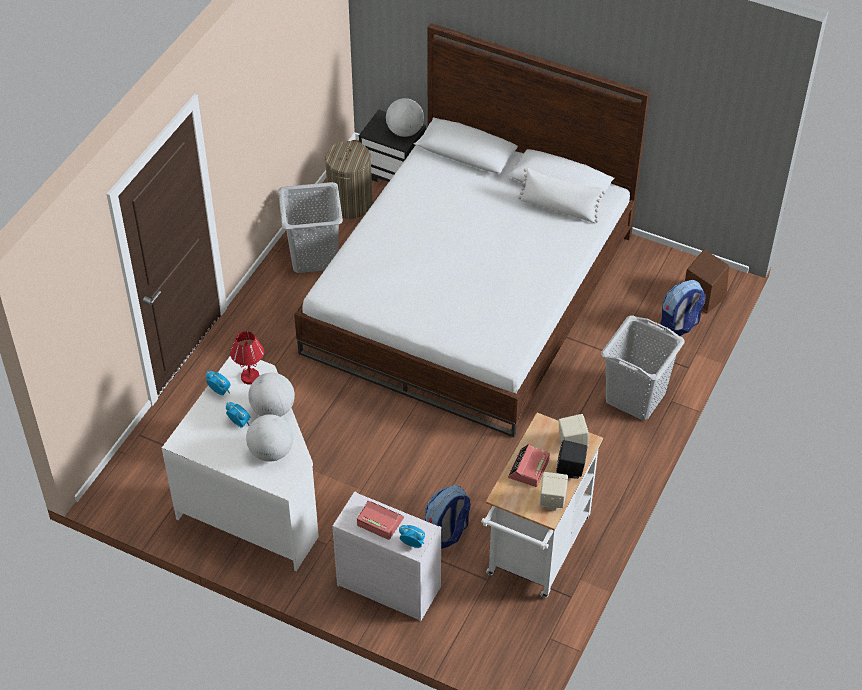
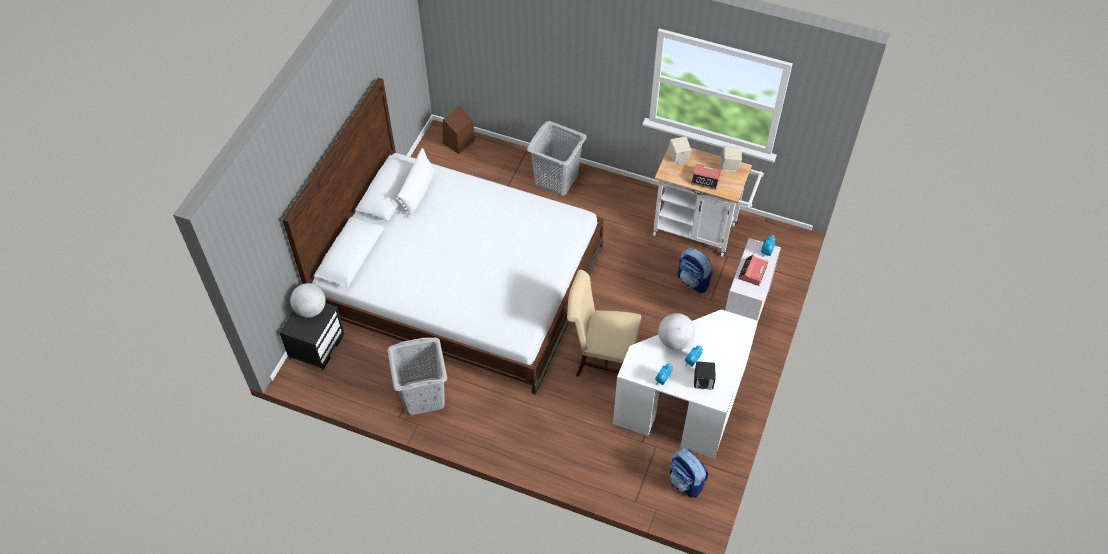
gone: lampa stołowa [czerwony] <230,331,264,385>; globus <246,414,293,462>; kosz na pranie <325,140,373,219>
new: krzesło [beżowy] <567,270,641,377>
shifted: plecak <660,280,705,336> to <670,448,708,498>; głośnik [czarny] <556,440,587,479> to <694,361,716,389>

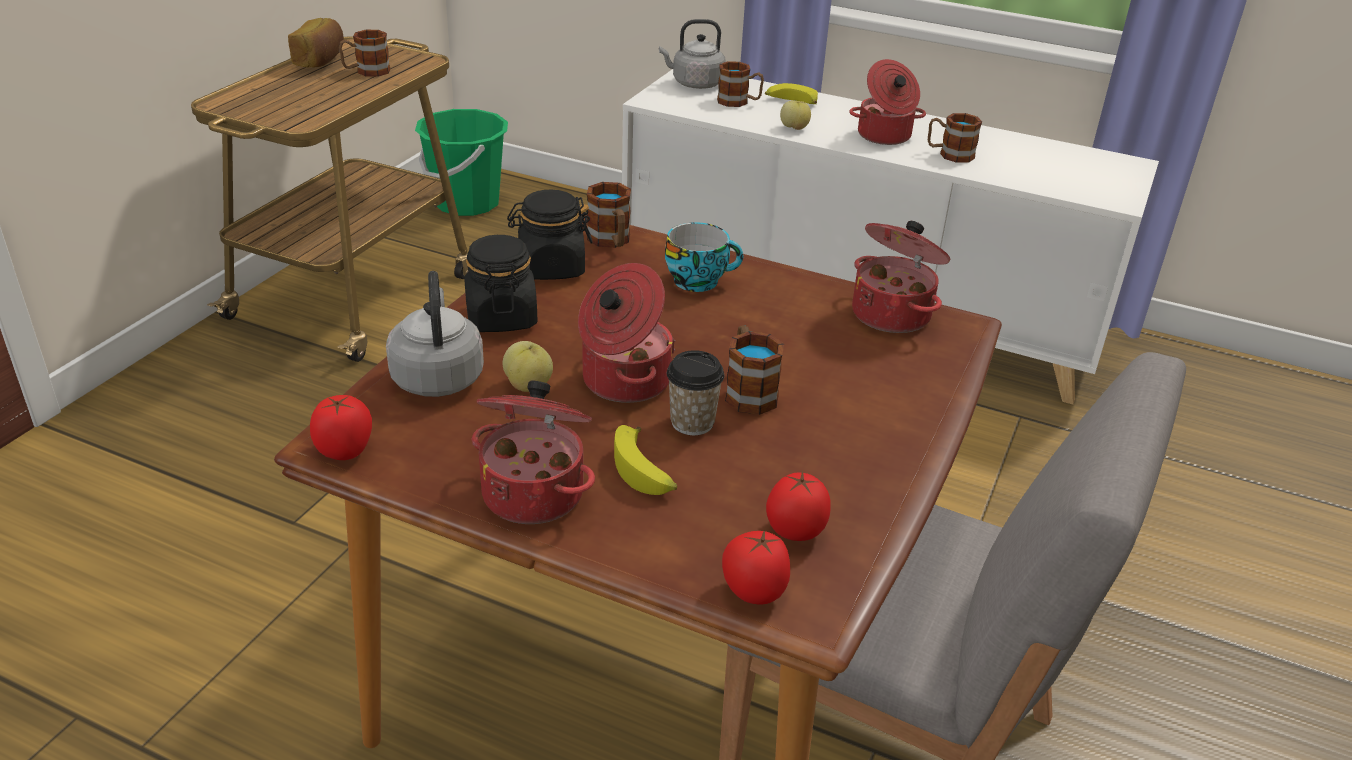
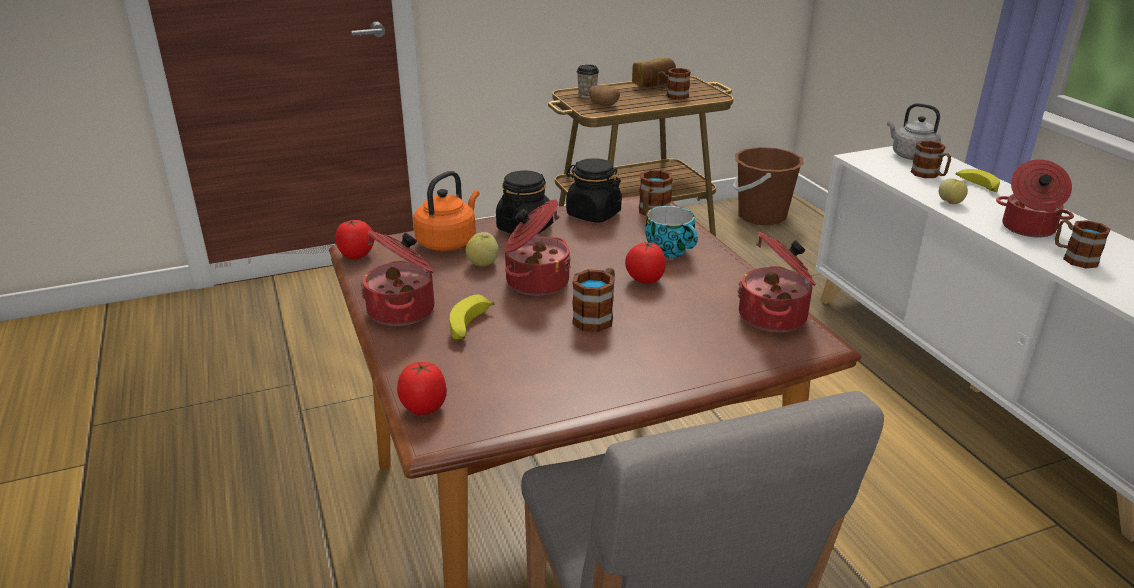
new: ziemniak <589,85,620,106>
shifted: filiżanka <667,350,724,435> to <577,64,599,98>; pomidor <766,470,831,541> to <625,242,666,284>
repainted: czajnik [szary] <386,271,484,397> to czajnik [pomarańczowy] <413,171,479,251>; wiadro [zielony] <415,109,508,216> to wiadro [brązowy] <733,147,804,225>

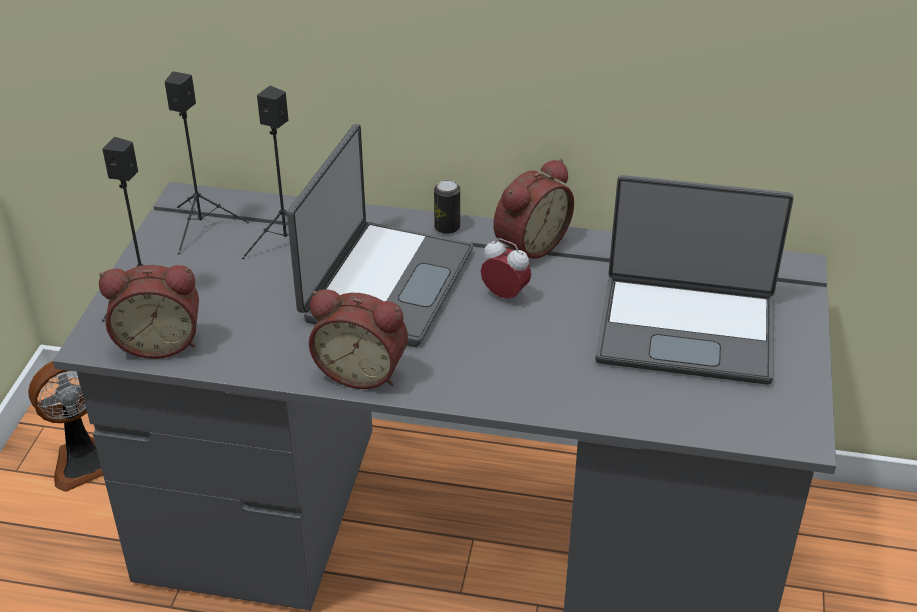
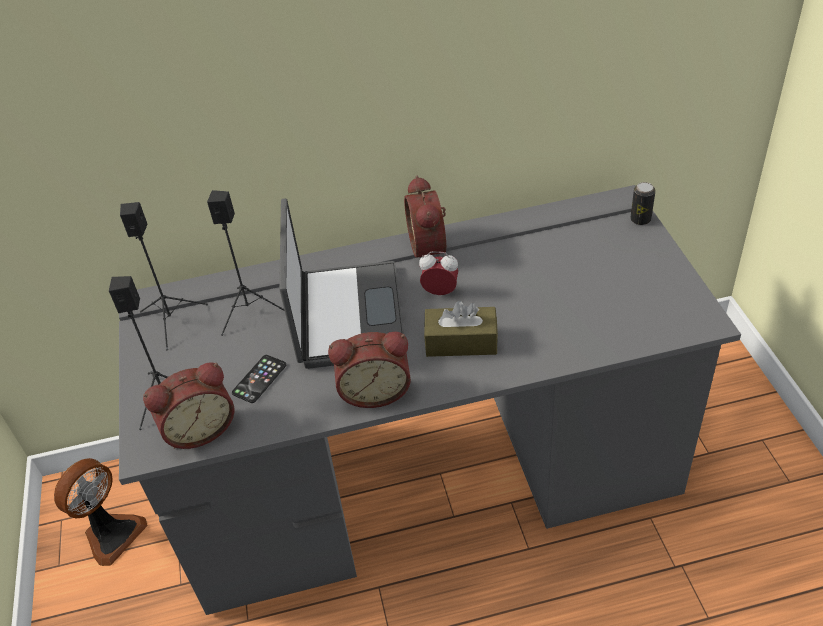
gone: laptop <595,175,793,385>
new: telefon <232,355,286,403>; pudełko chusteczek [brązowy] <424,301,498,357>
shifted: puszka <434,180,460,234> to <630,182,656,225>
rotated: budzik <493,159,574,259> = <404,176,446,258> 150 degrees clockwise

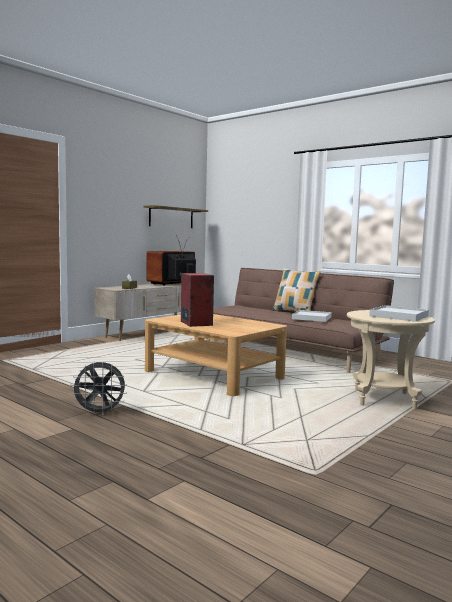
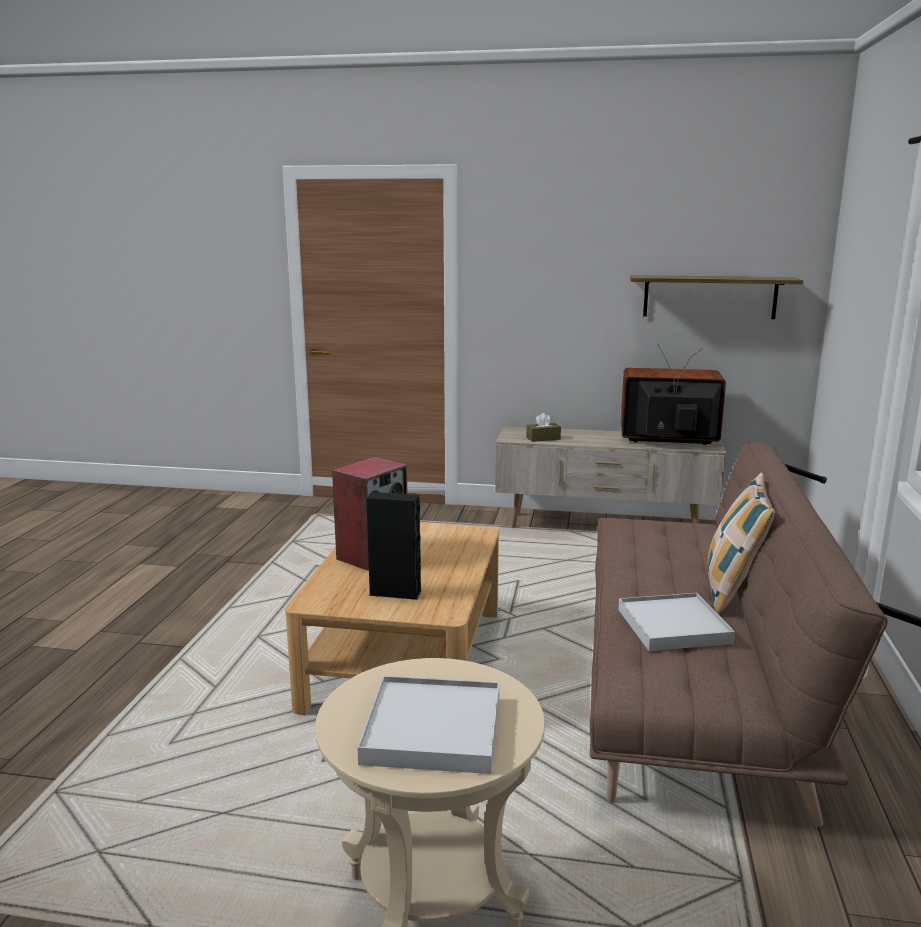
gone: wentylator [szary] <70,361,127,416>
new: głośnik [czarny] <366,492,422,600>

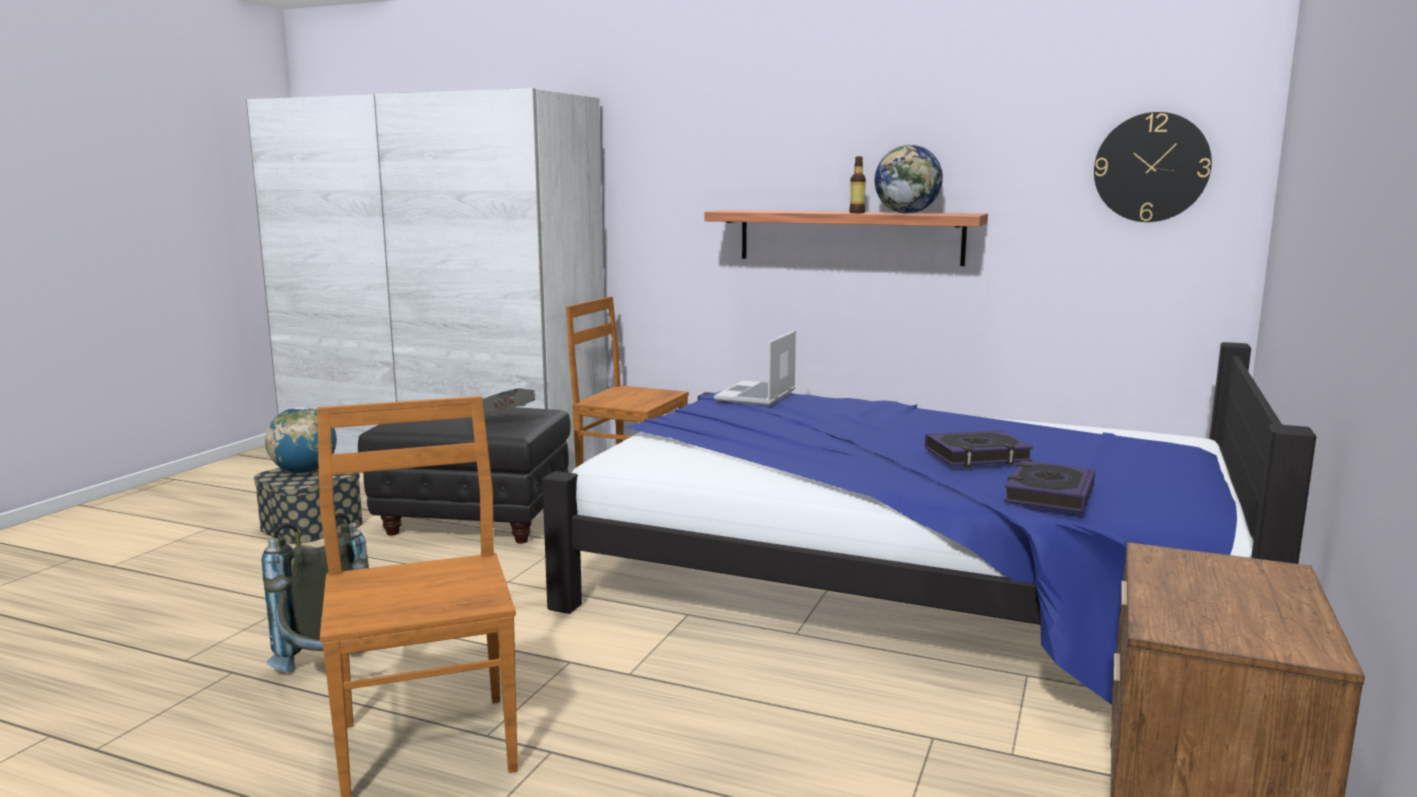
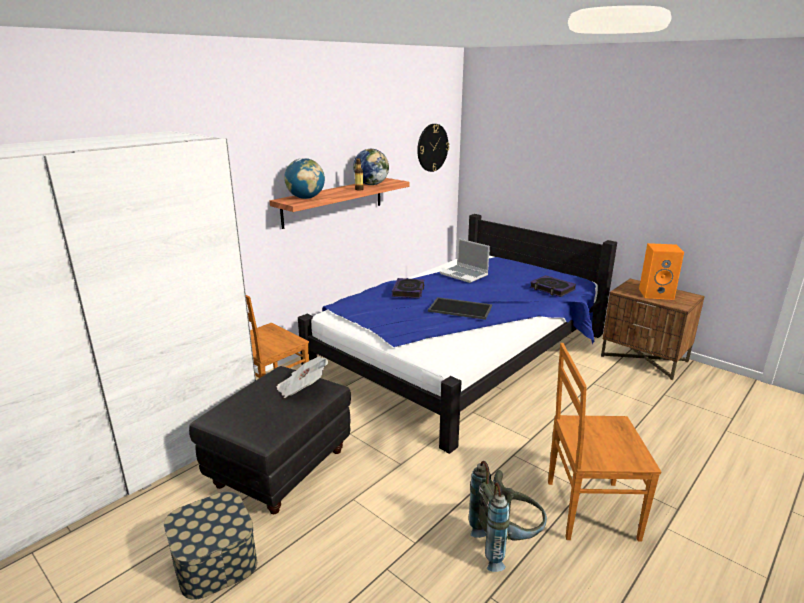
new: taca <428,297,492,320>; głośnik [pomarańczowy] <639,243,684,300>
shifted: globus <265,407,337,473> to <284,158,325,199>; książka <925,430,1033,467> to <392,278,424,298>; laptop <714,330,796,406> to <440,238,490,283>

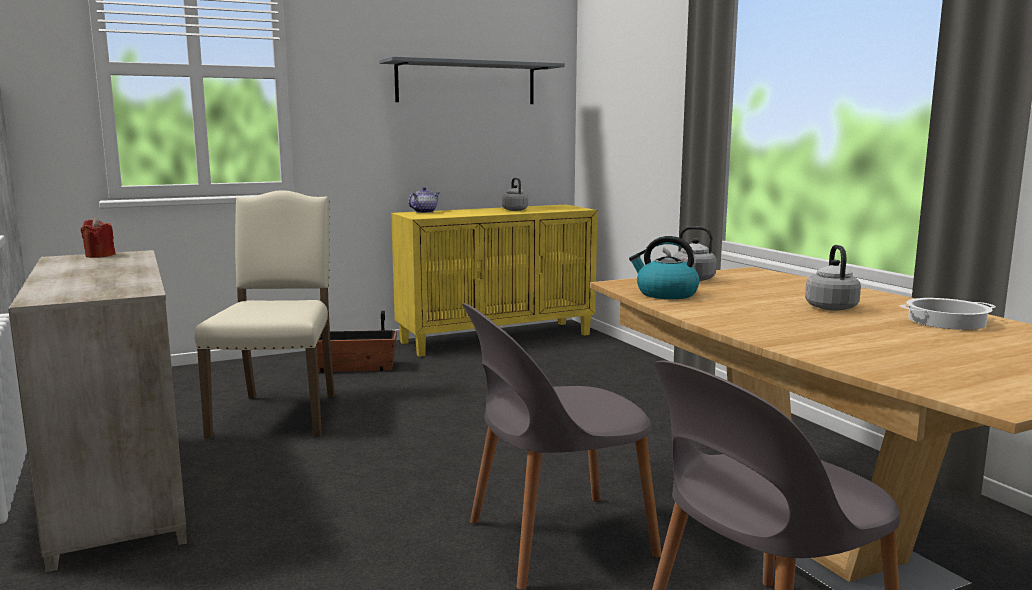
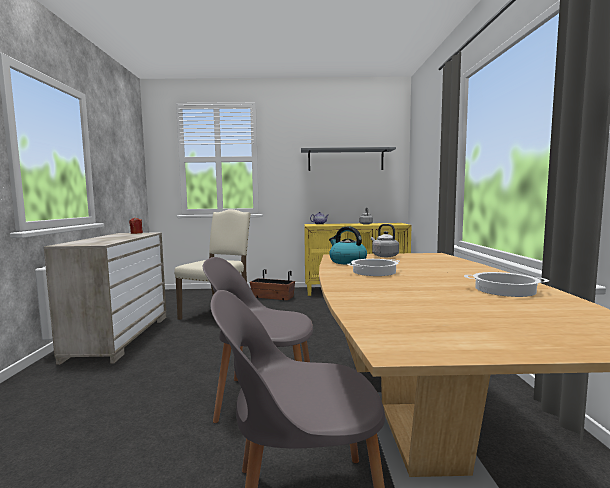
gone: czajnik [szary] <805,245,861,311>
new: garnek <347,259,400,276>

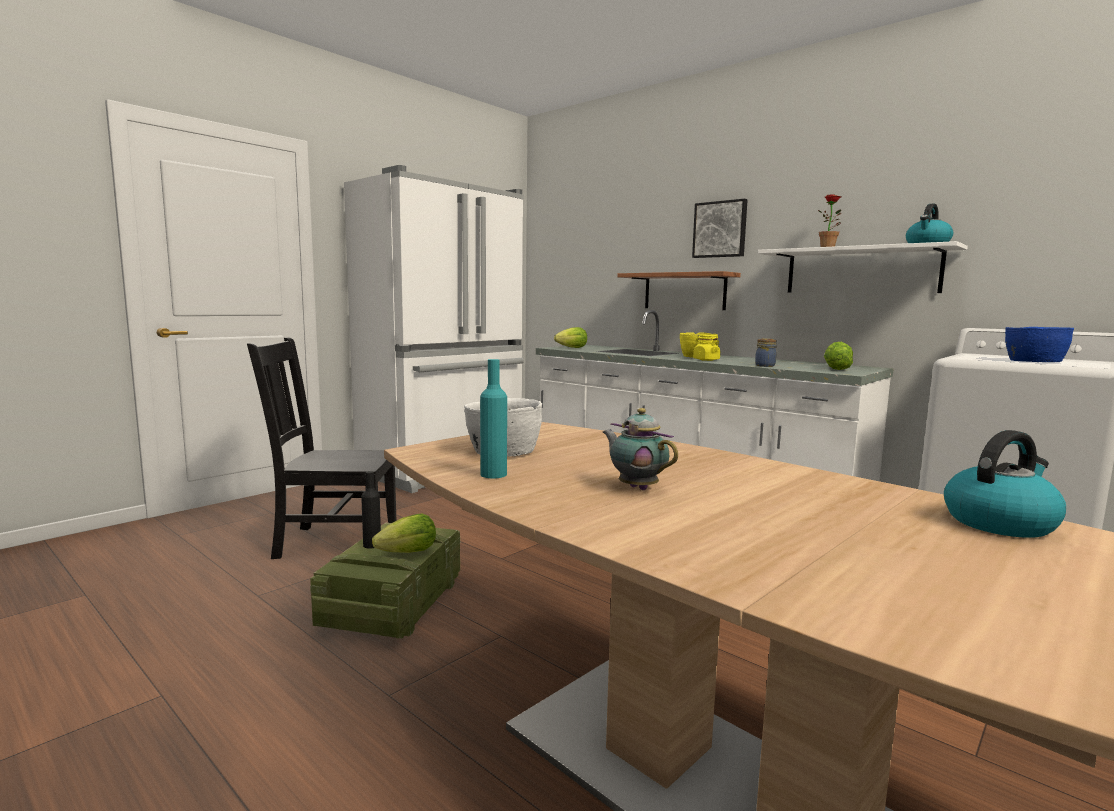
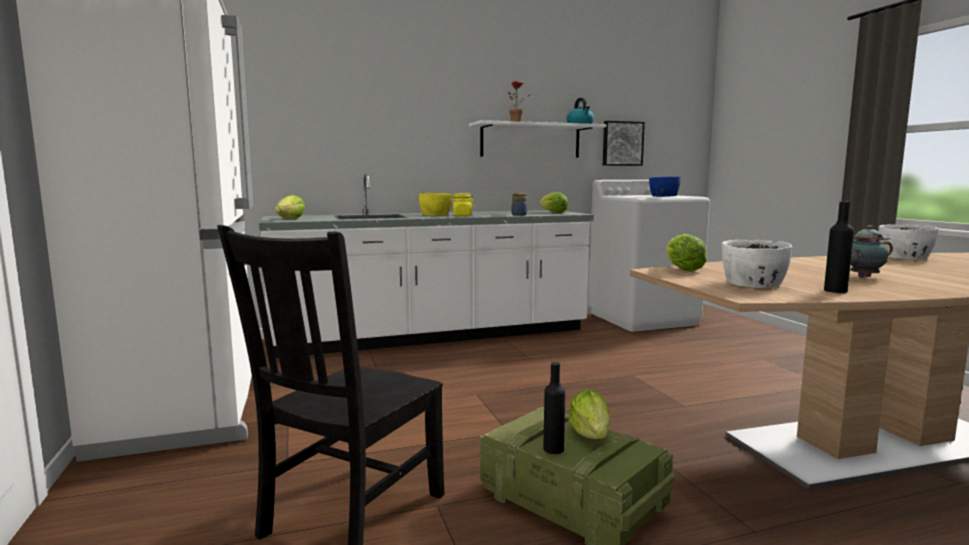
gone: półka <617,271,741,310>
new: sałata <666,234,706,271>
shifted: obraz <692,199,748,258> to <603,121,645,166>
swapped: czajnik <944,430,1066,538> to miska [biały] <879,224,939,260>
repainted: butelka [turkusowy] <480,359,507,478> to butelka [czarny] <824,201,854,293>

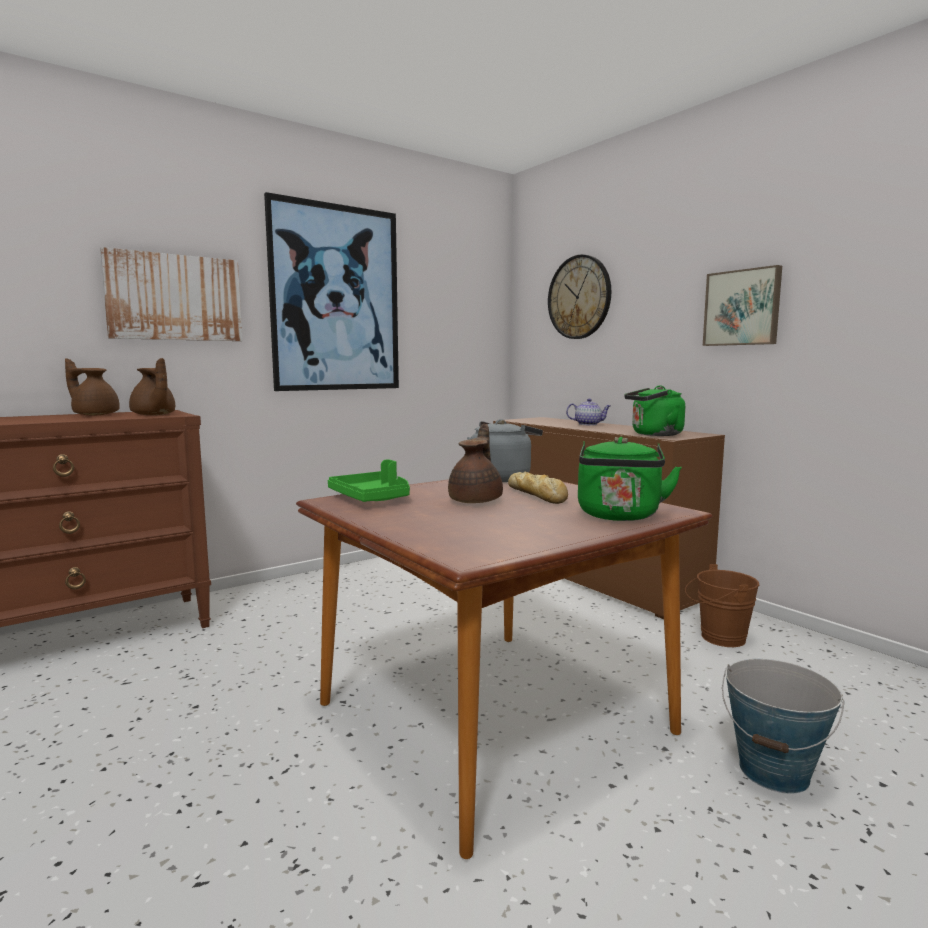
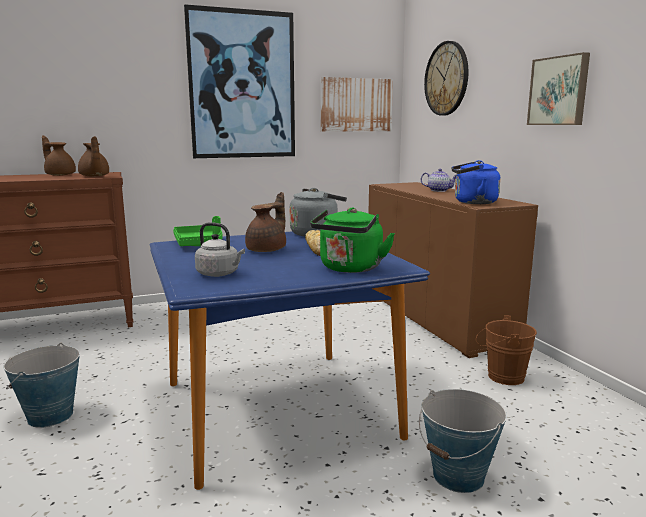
new: wiadro <3,343,80,428>; czajnik [szary] <195,222,245,277>
shifted: obraz <100,247,242,341> to <321,77,393,132>
repainted: stół jadalny [brązowy] <296,479,713,859> to stół jadalny [niebieski] <150,231,430,490>; czajnik [zielony] <624,385,685,436> to czajnik [niebieski] <451,160,500,204>

